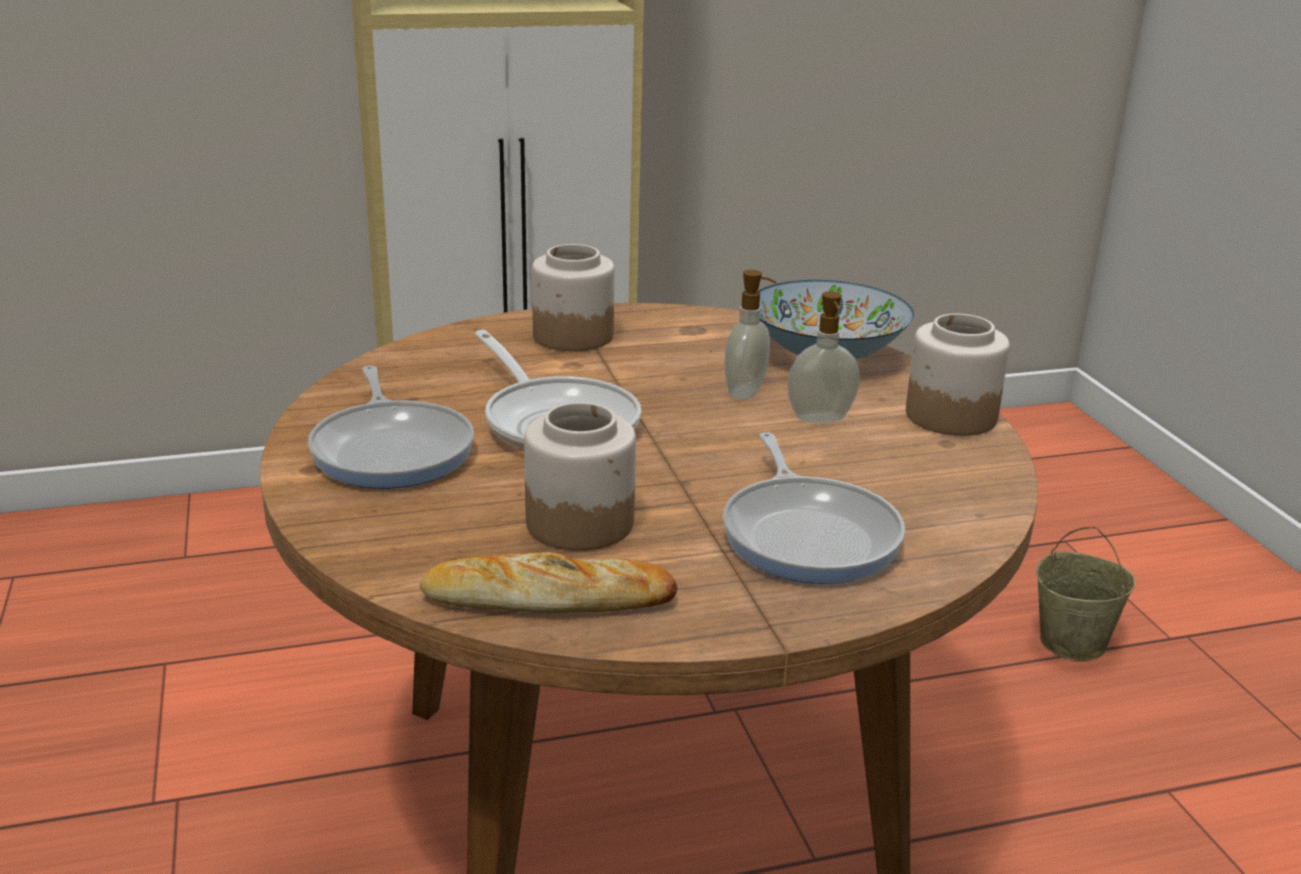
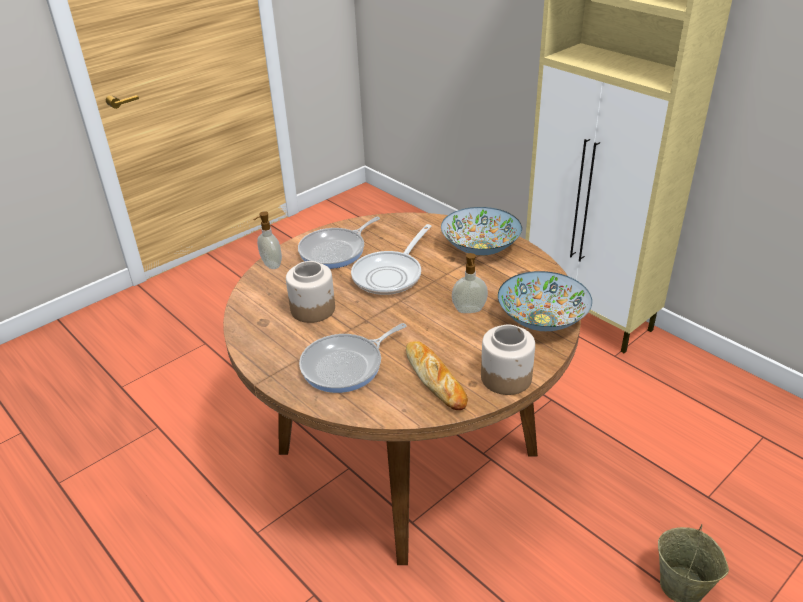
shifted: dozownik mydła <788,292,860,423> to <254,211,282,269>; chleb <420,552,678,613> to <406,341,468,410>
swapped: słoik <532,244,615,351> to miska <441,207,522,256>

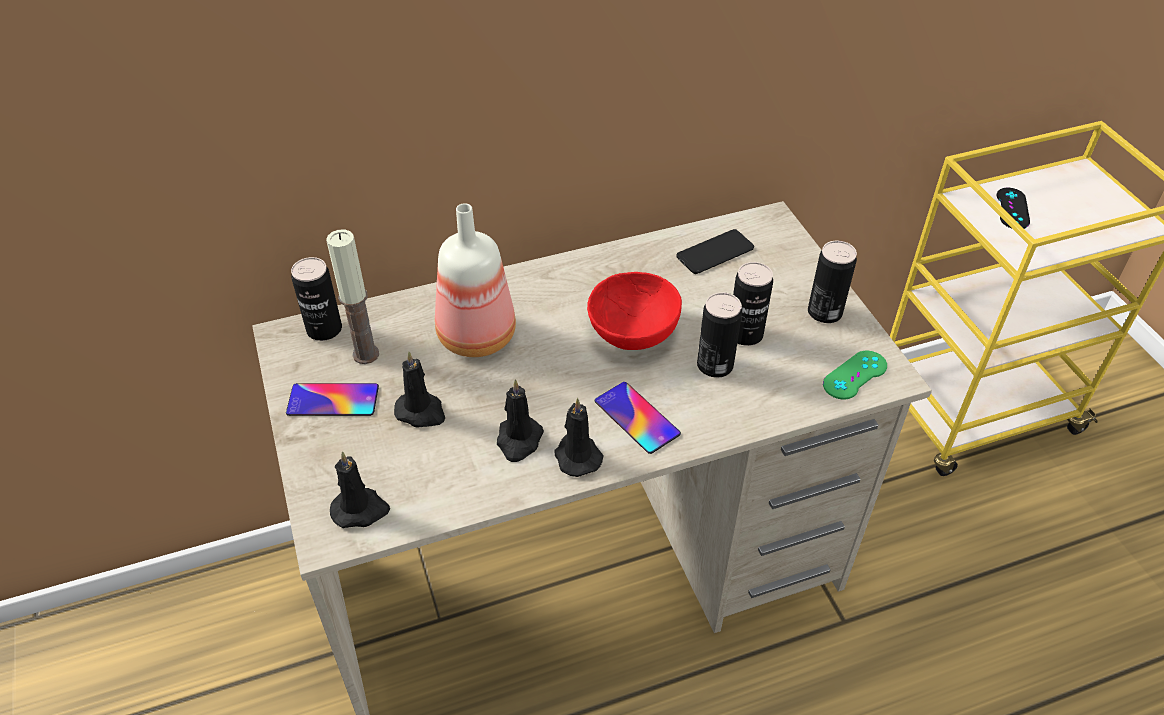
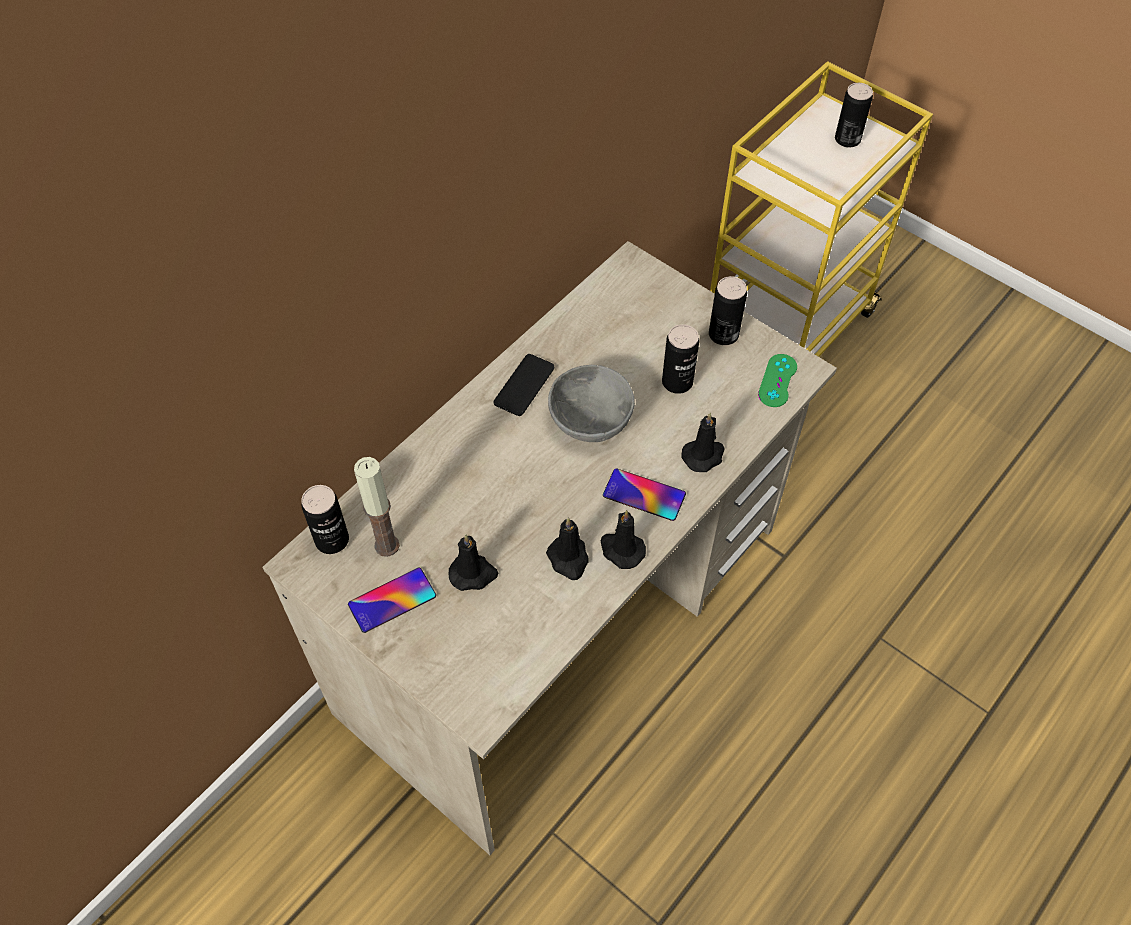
gone: butelka <435,203,516,357>; pad do gier [czarny] <996,188,1030,229>
shifted: telefon <676,229,754,274> to <494,354,554,416>; świeca [czarny] <330,451,390,528> to <682,412,725,472>; puszka <697,292,742,378> to <835,83,873,148>
repainted: miska [czerwony] <587,272,682,350> to miska [szary] <548,365,635,442>

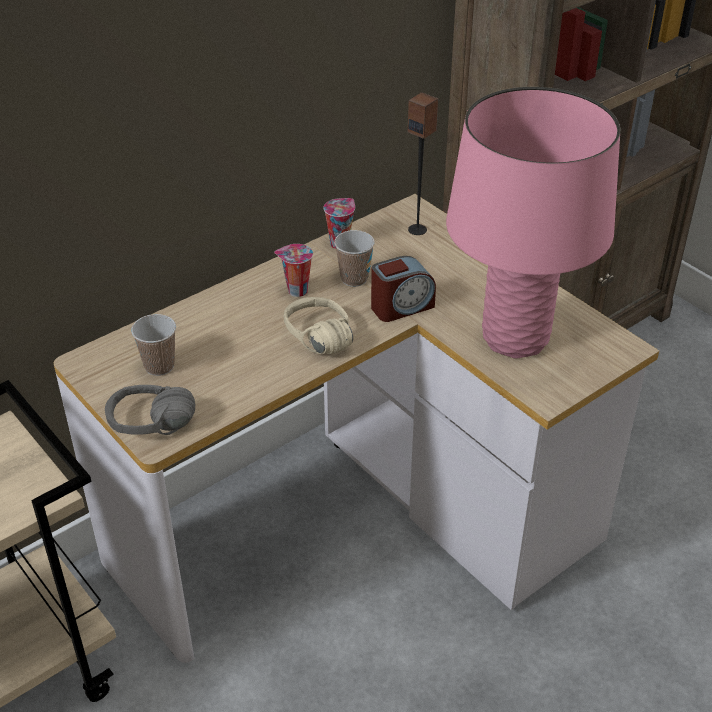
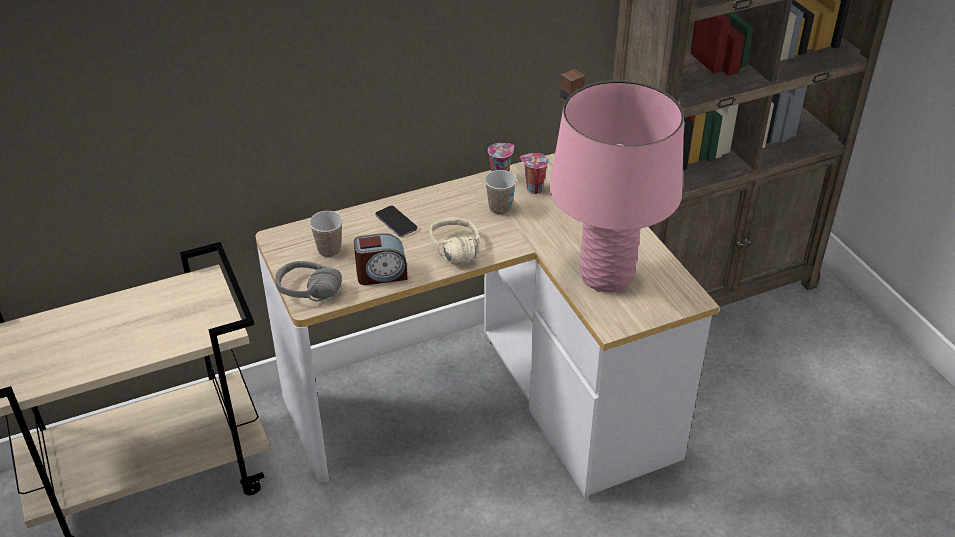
new: telefon <375,206,418,237>
shifted: budzik <371,256,436,322> to <354,233,408,285>; filiżanka <274,244,313,297> to <520,153,549,194>

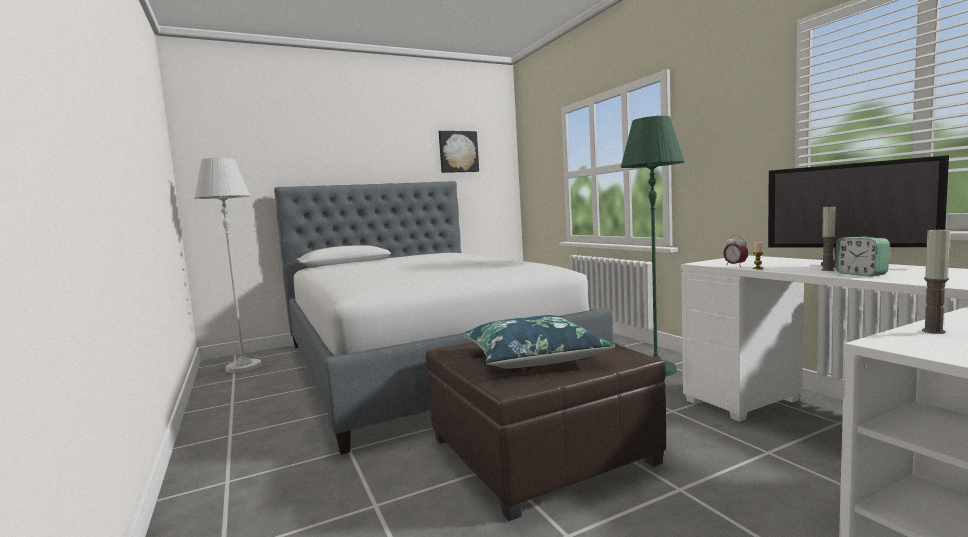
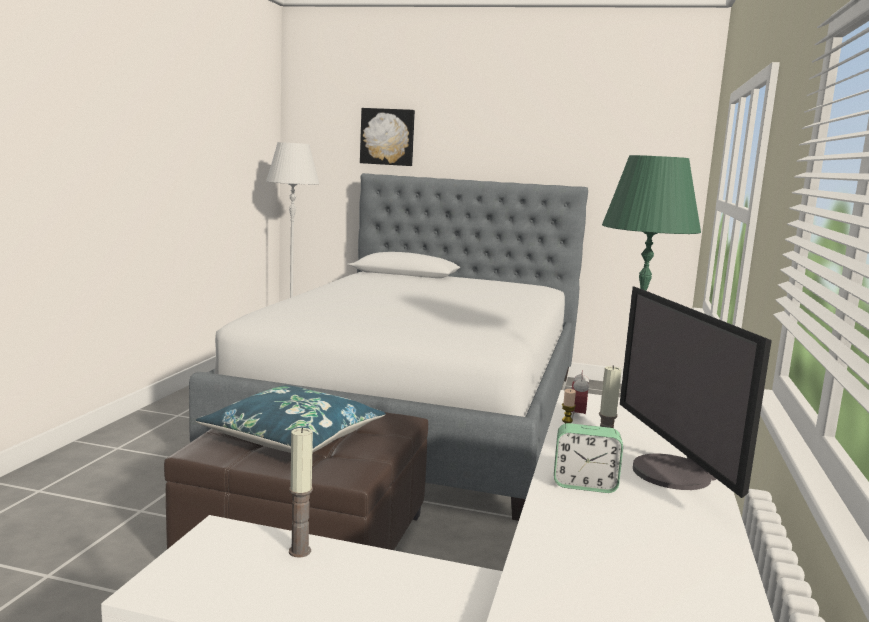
shifted: obraz <439,131,479,173> to <360,108,415,166>
rotated: budzik <835,237,890,277> = <554,423,623,493> 105 degrees counterclockwise

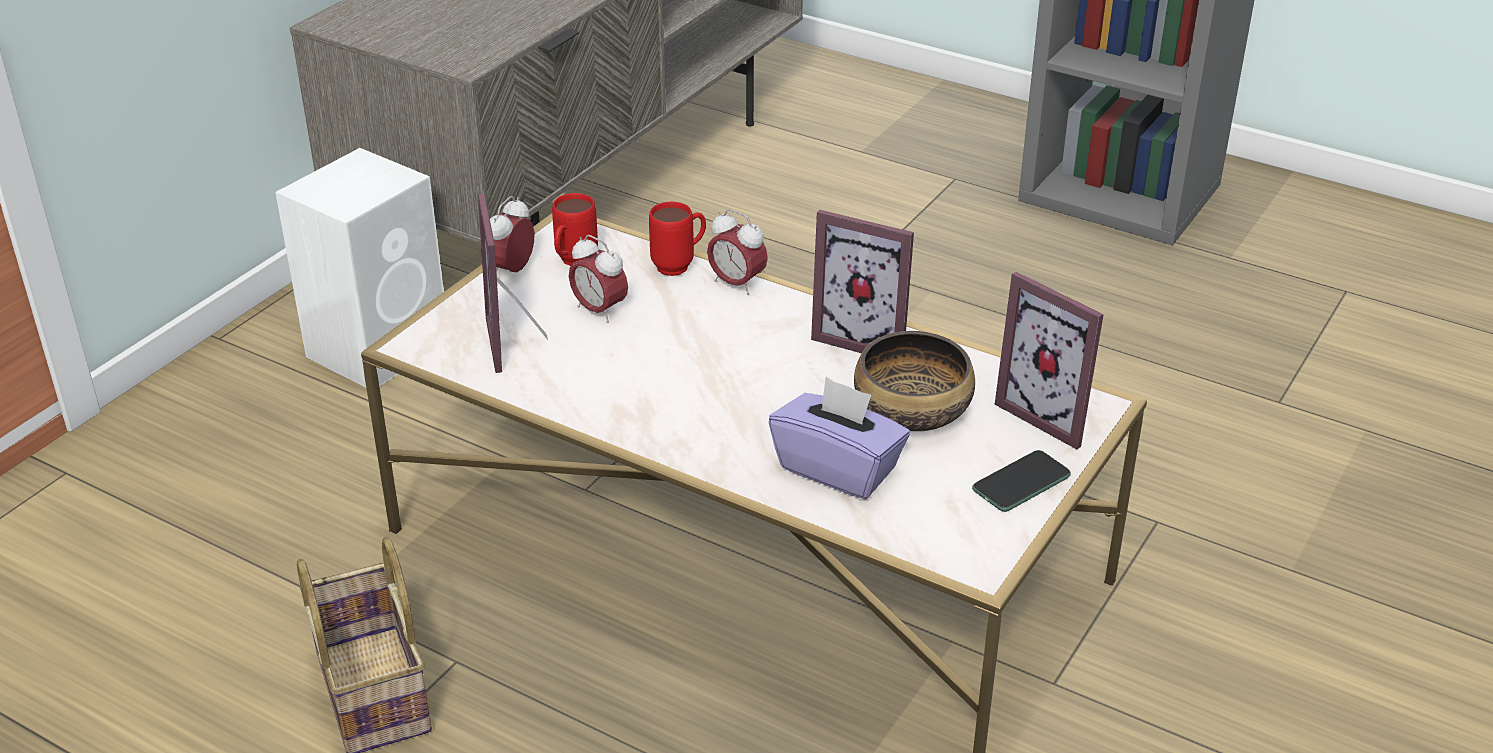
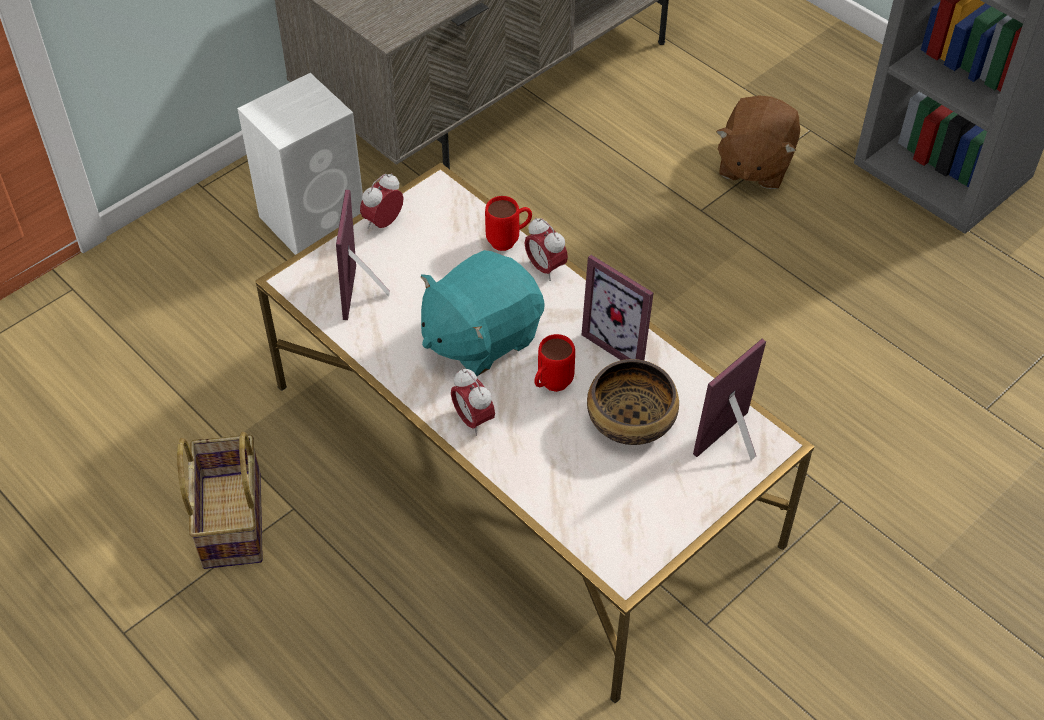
gone: pudełko chusteczek [fioletowy] <769,377,910,499>; telefon <972,450,1071,512>
new: pluszak [turkusowy] <421,250,545,376>; pluszak [brązowy] <716,95,800,189>
shifted: budzik <569,235,628,323> to <451,368,495,436>; kubek [czerwony] <552,193,598,266> to <534,334,575,392>
rotated: ramka na zdjęcie <995,272,1103,449> = <693,339,766,461> 75 degrees clockwise

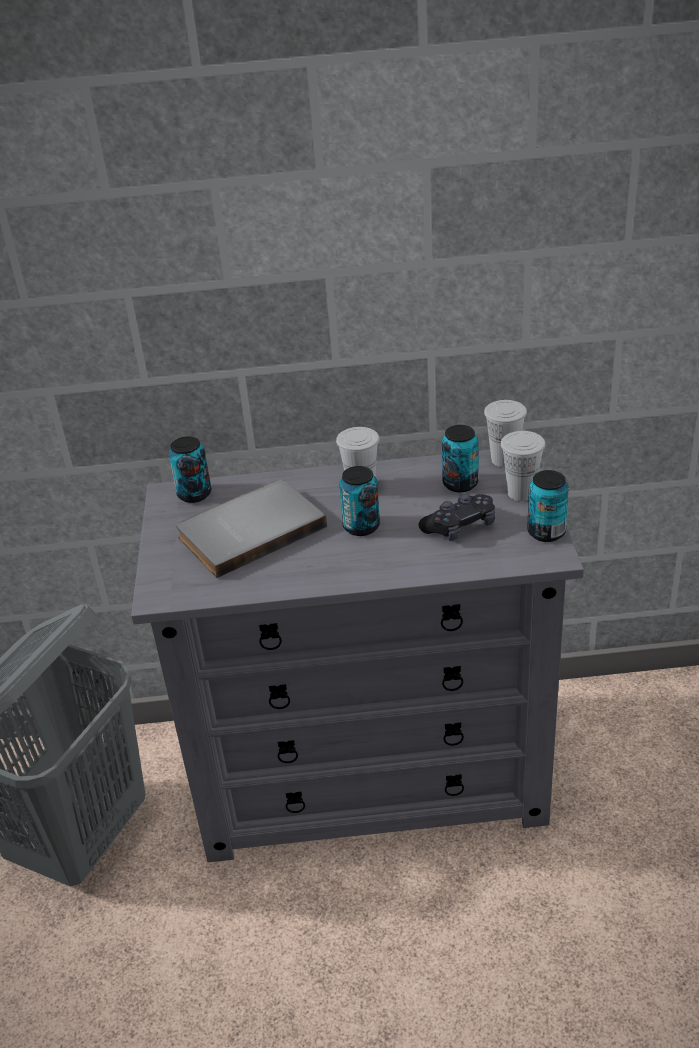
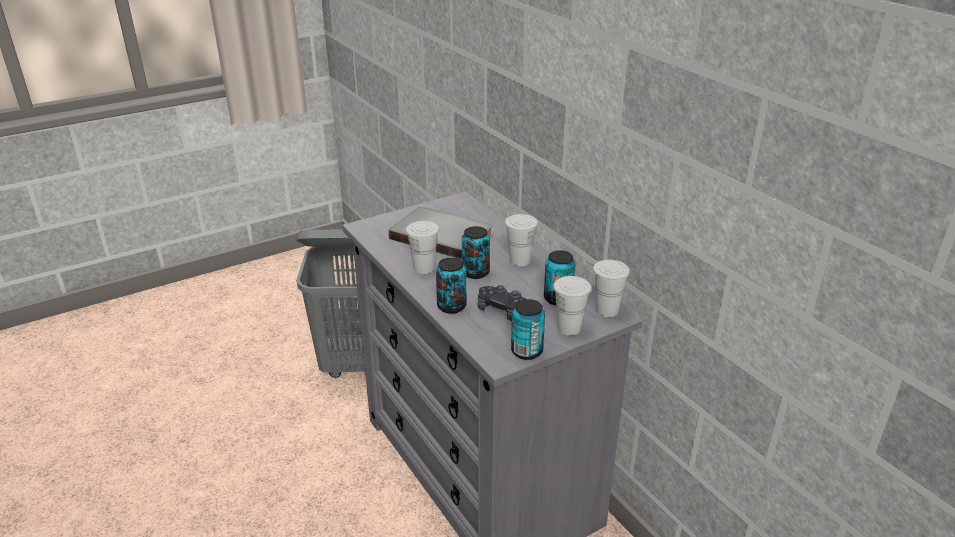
new: filiżanka [biały] <406,221,439,274>
shifted: puszka <169,436,211,503> to <436,257,466,314>

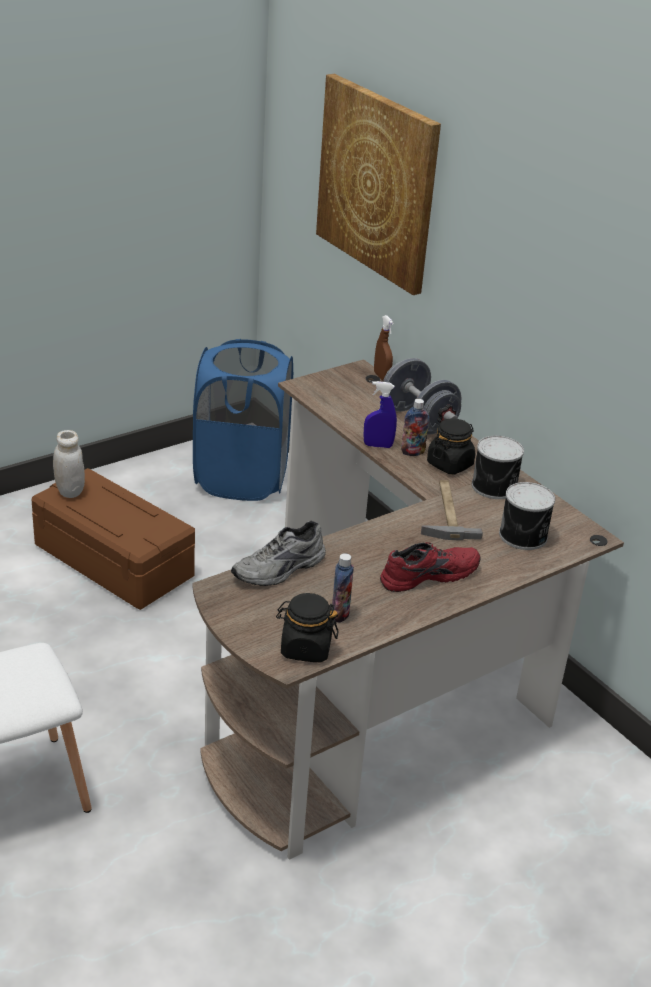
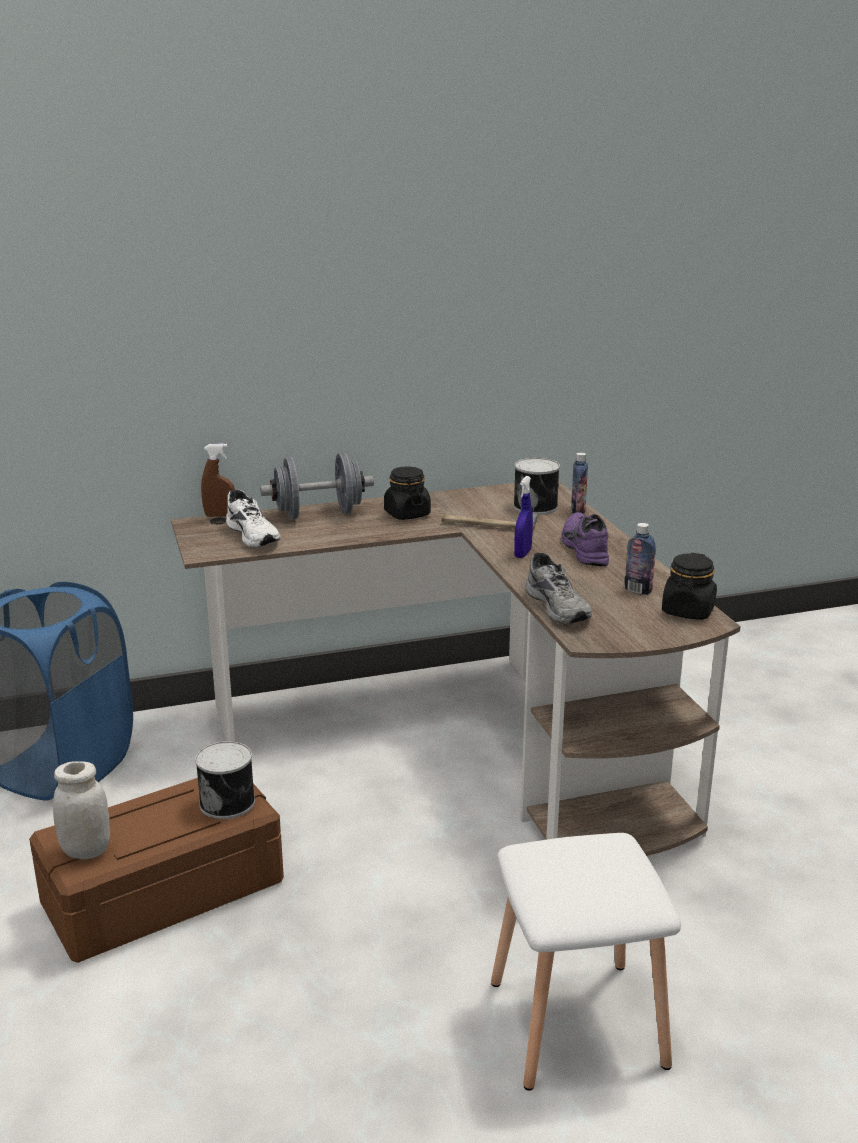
gone: obraz <316,74,441,295>
new: but [biały] <226,490,280,547>
shifted: puszka <472,436,524,499> to <195,741,255,819>; spryskiwacz [niebieski] <364,381,397,448> to <514,476,533,558>; butelka <401,399,429,456> to <571,453,588,514>
repainted: but [czerwony] <380,542,480,592> to but [fioletowy] <561,512,609,566>

